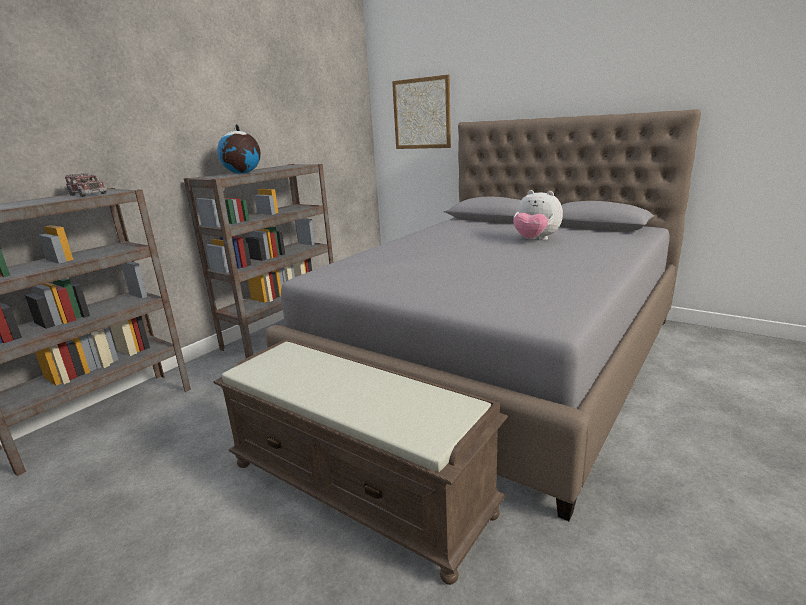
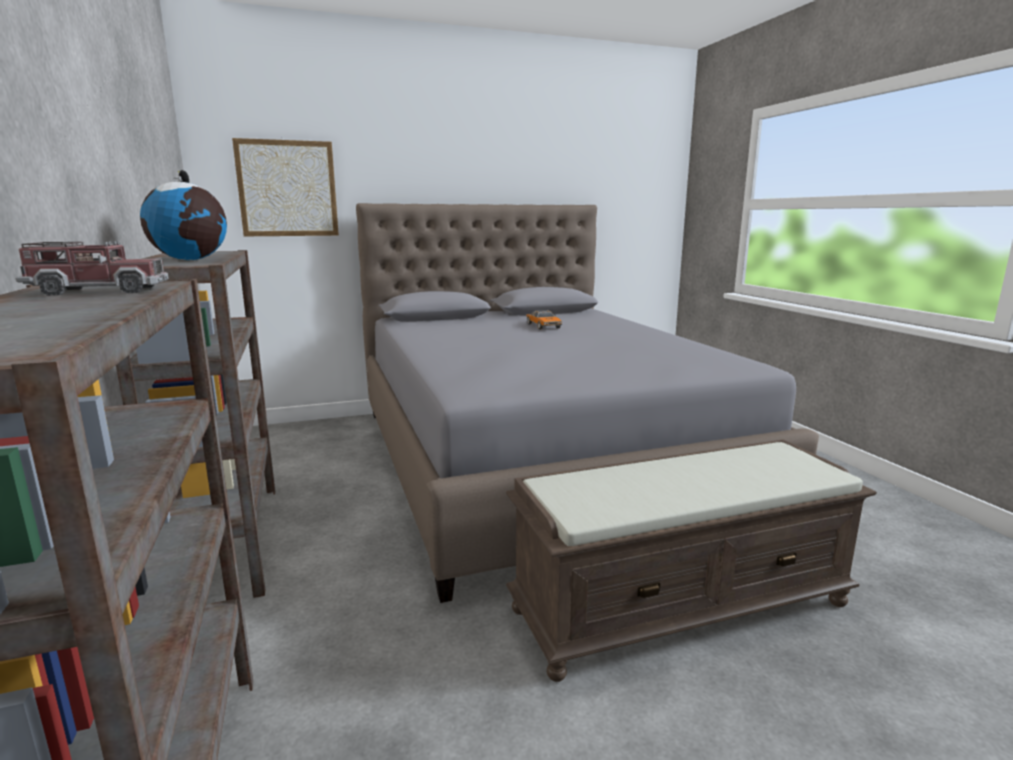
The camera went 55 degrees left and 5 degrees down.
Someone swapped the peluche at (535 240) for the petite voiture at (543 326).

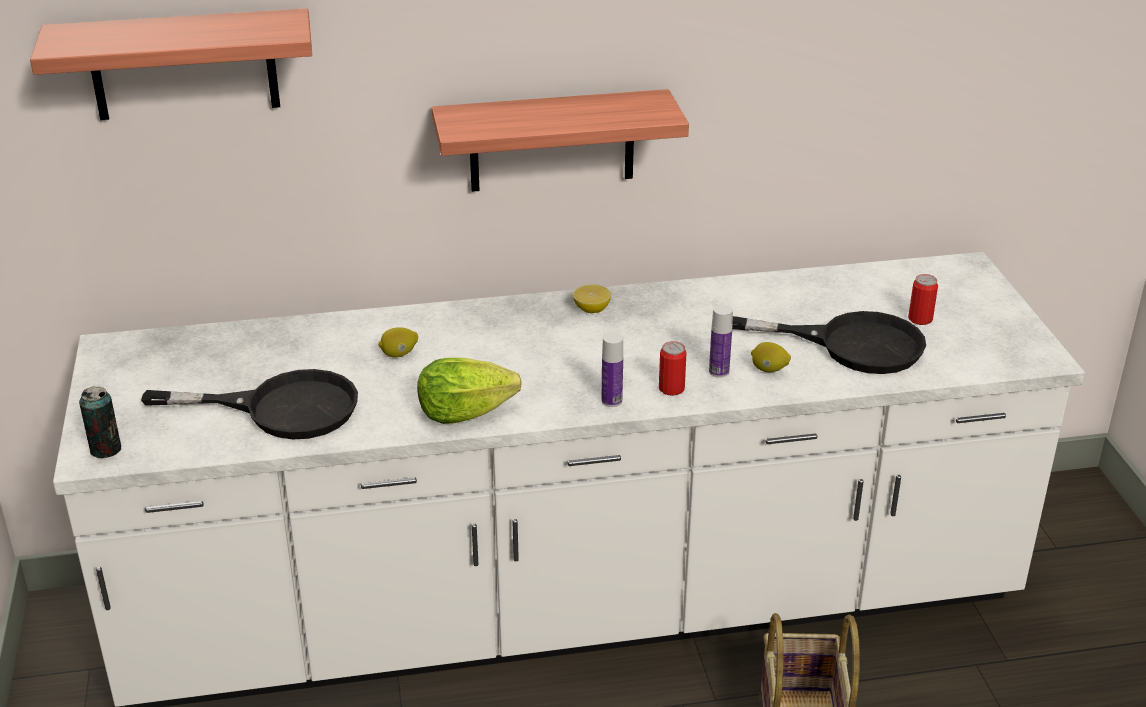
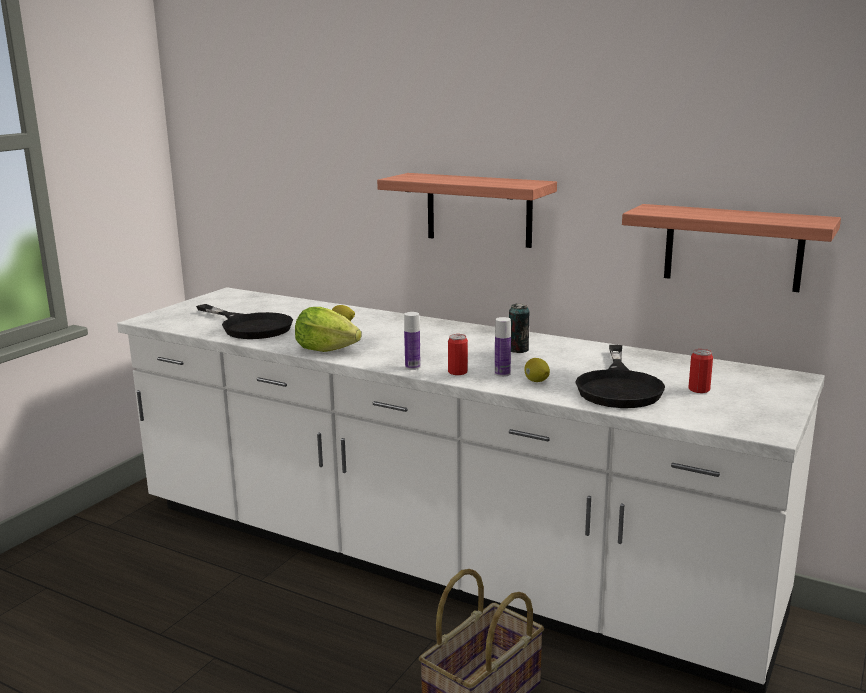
The camera went 40 degrees right and 15 degrees down.
Someone carried the étagère from (184 65) to (733 247).
Someone carried the boîte métallique from (105 449) to (518 350).
Someone took away the citron at (591 309).
Someone rotated the poêle/noir at (850 344) by 45 degrees clockwise.

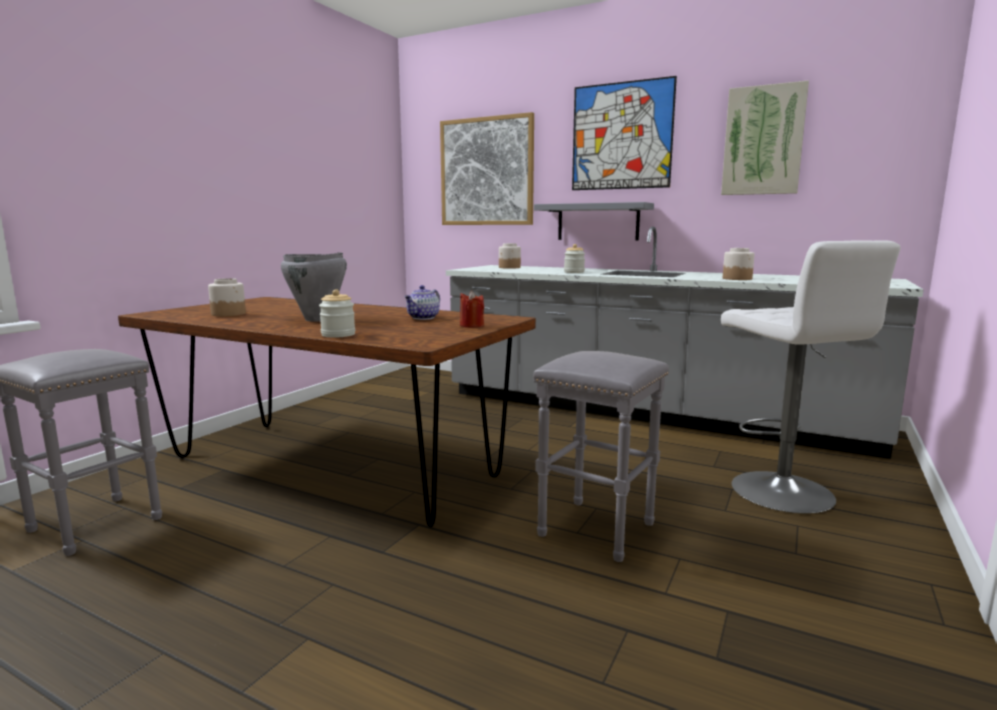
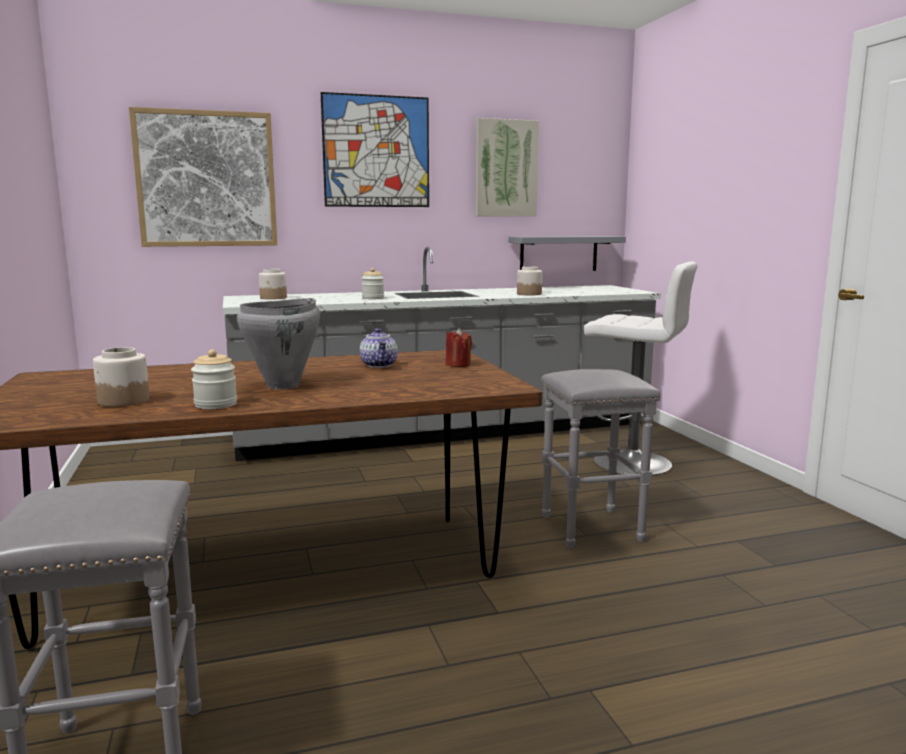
The camera went 45 degrees left and 0 degrees up.
Someone carried the bocal from (338 335) to (216 404).
Someone carried the étagère/gris from (598 222) to (558 253).

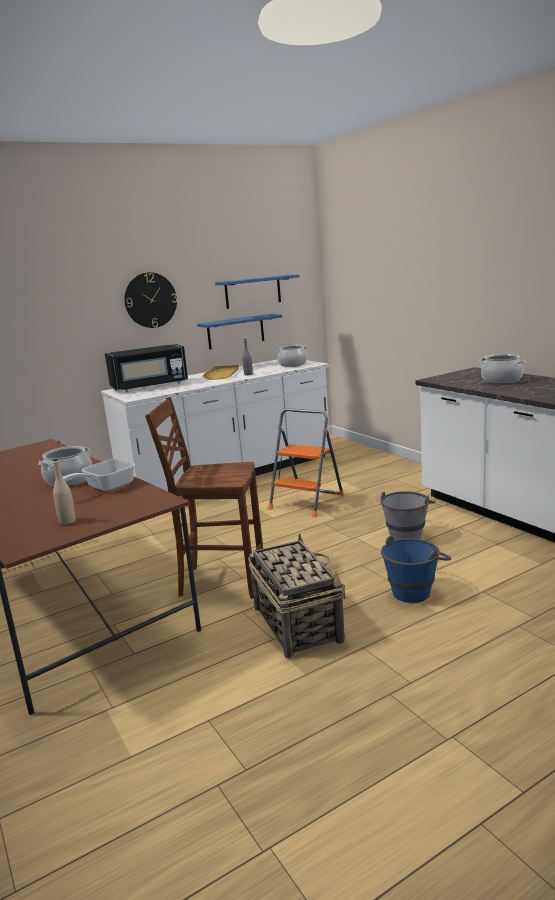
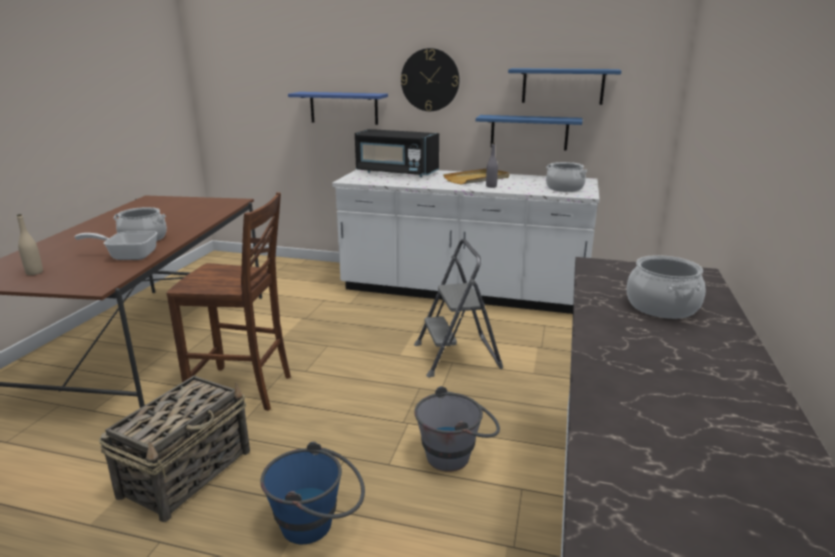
The camera went 45 degrees right and 5 degrees up.
Someone rotated the chaise/marron at (220 581) by 135 degrees clockwise.
Someone repainted the escabeau/orange at (308 501), which became the escabeau/gris at (461 355).
Someone put up the étagère/bleu at (343 108).

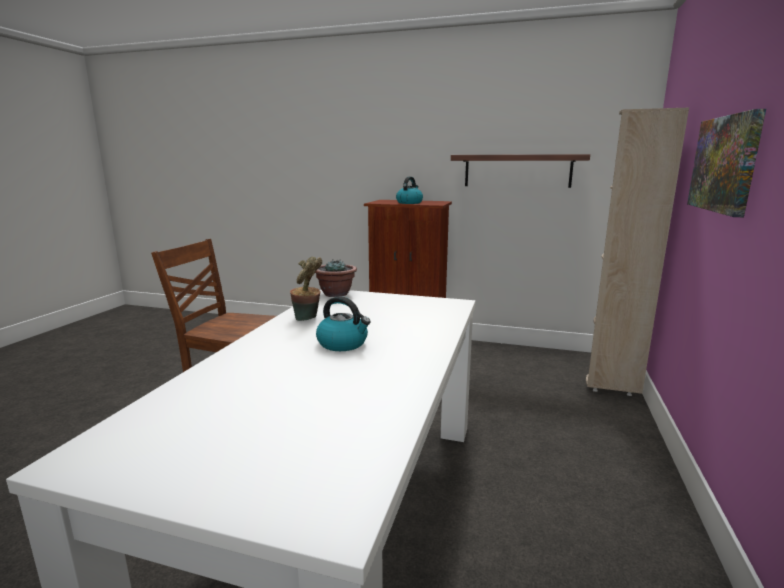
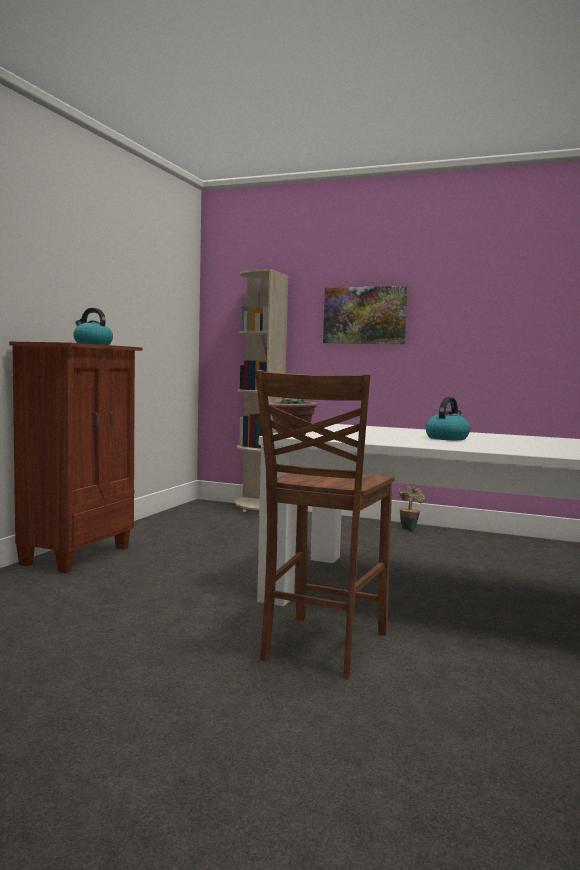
The camera went 85 degrees left and 10 degrees down.
Someone carried the plante en pot from (308 318) to (409 528).
Someone took away the étagère at (517 171).

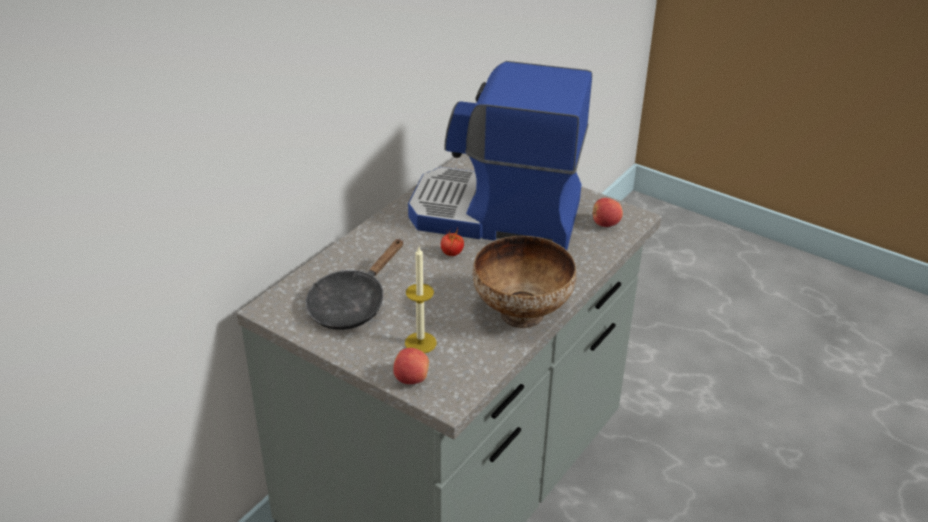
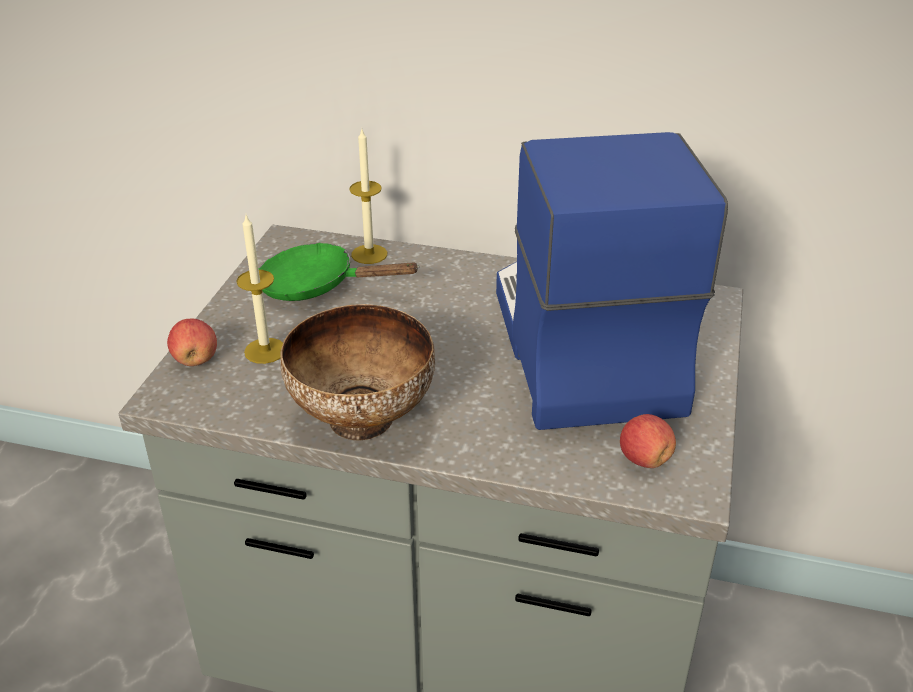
The camera went 70 degrees right and 0 degrees up.
Someone repainted the poêle/noir at (351 304), which became the poêle/vert at (316 286).
Someone took away the tomate at (452 253).
Someone put down the bougie at (369 254).

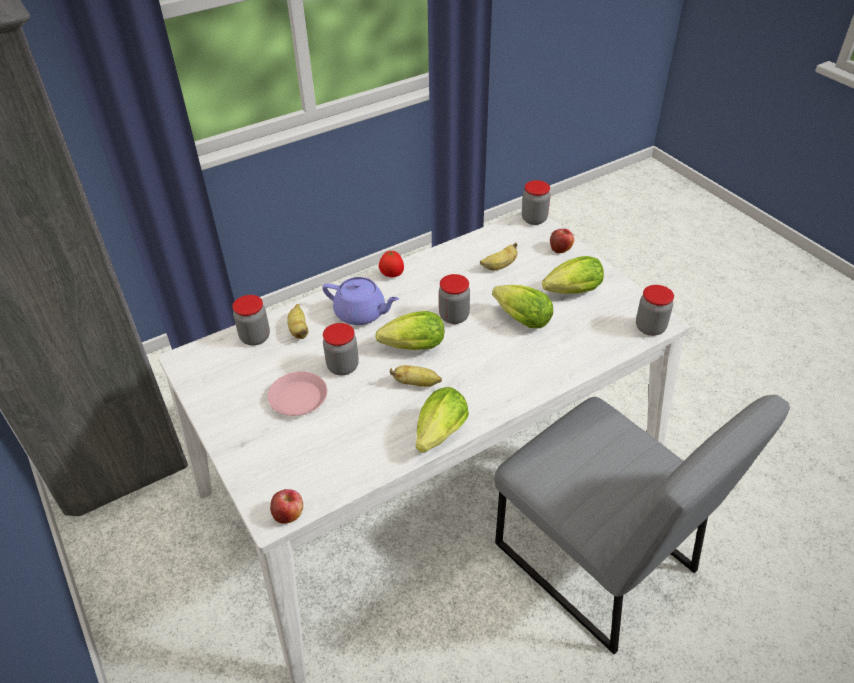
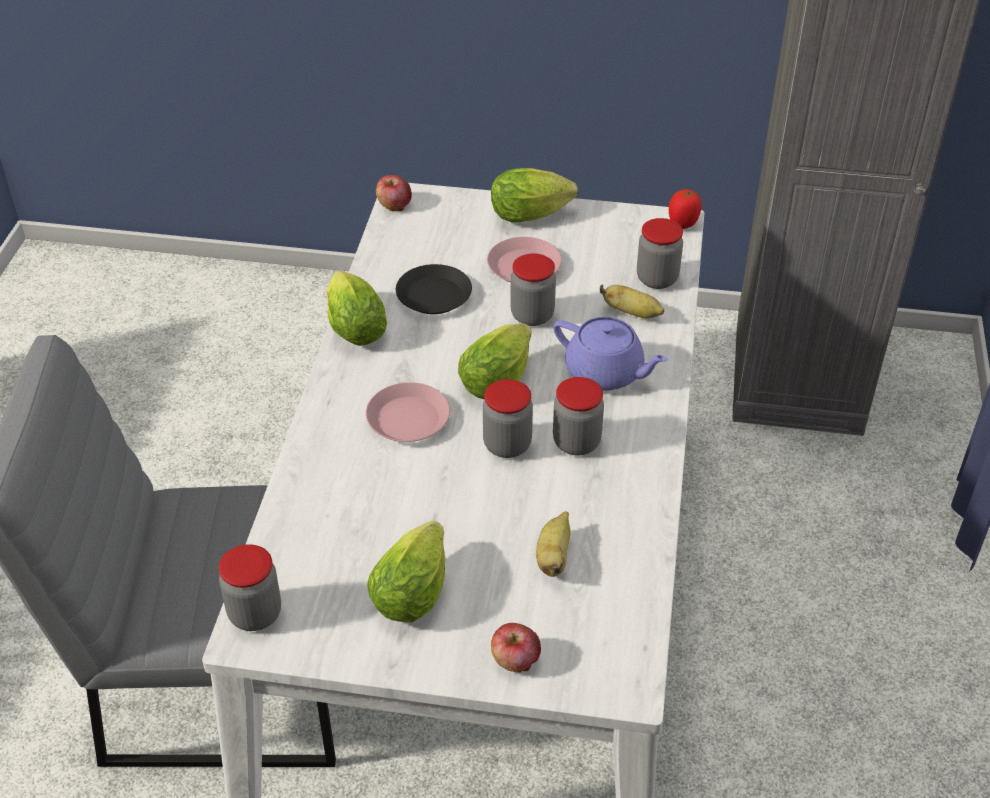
The camera went 130 degrees right and 0 degrees up.
Someone rotated the théière/violet at (361 313) by 120 degrees counterclockwise.
Someone carried the tomate from (392 275) to (683 224).
Someone took away the banane at (417 384).
Someone carried the laitue from (519 318) to (534 215).
Someone carried the bocal from (534 219) to (576 442).
Someone put down the assiette/rose at (408 418).
Someone put down the assiette/noir at (434 295).

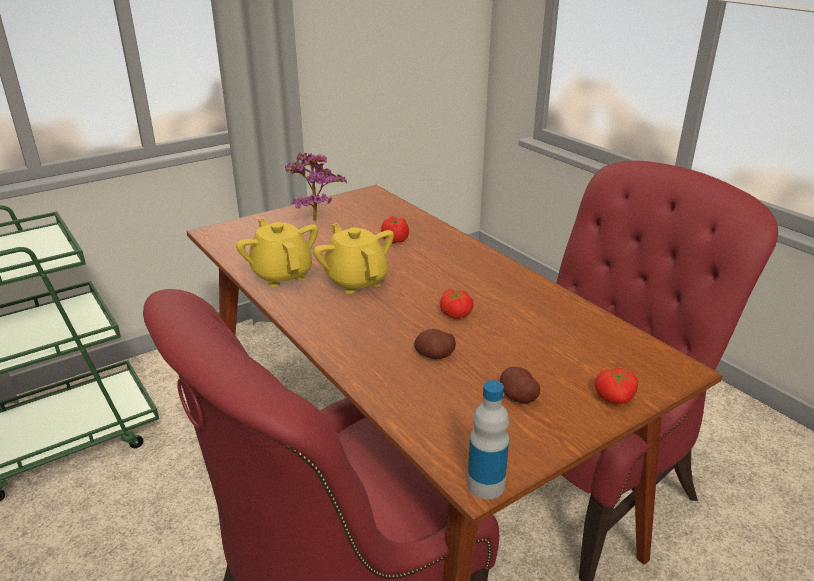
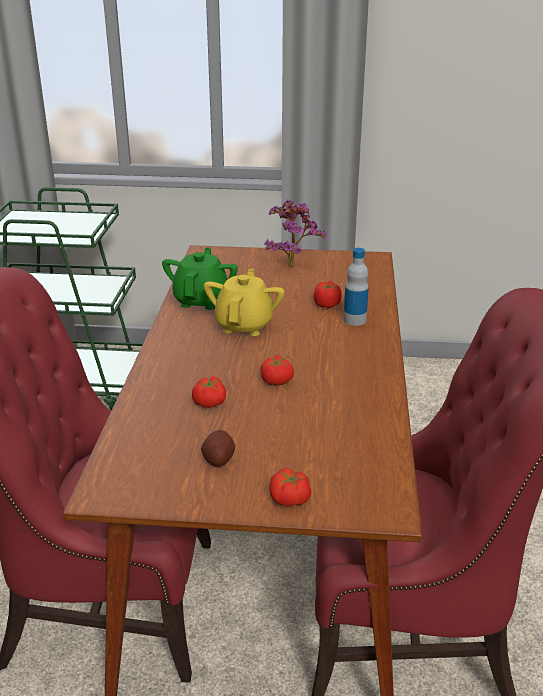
The camera went 40 degrees right and 0 degrees up.
Someone repainted the théière/jaune at (282 274), which became the théière/vert at (201 300).
Someone swapped the pomme de terre at (434 355) for the tomate at (210 402).
Someone carried the bouteille from (485 485) to (354 320).

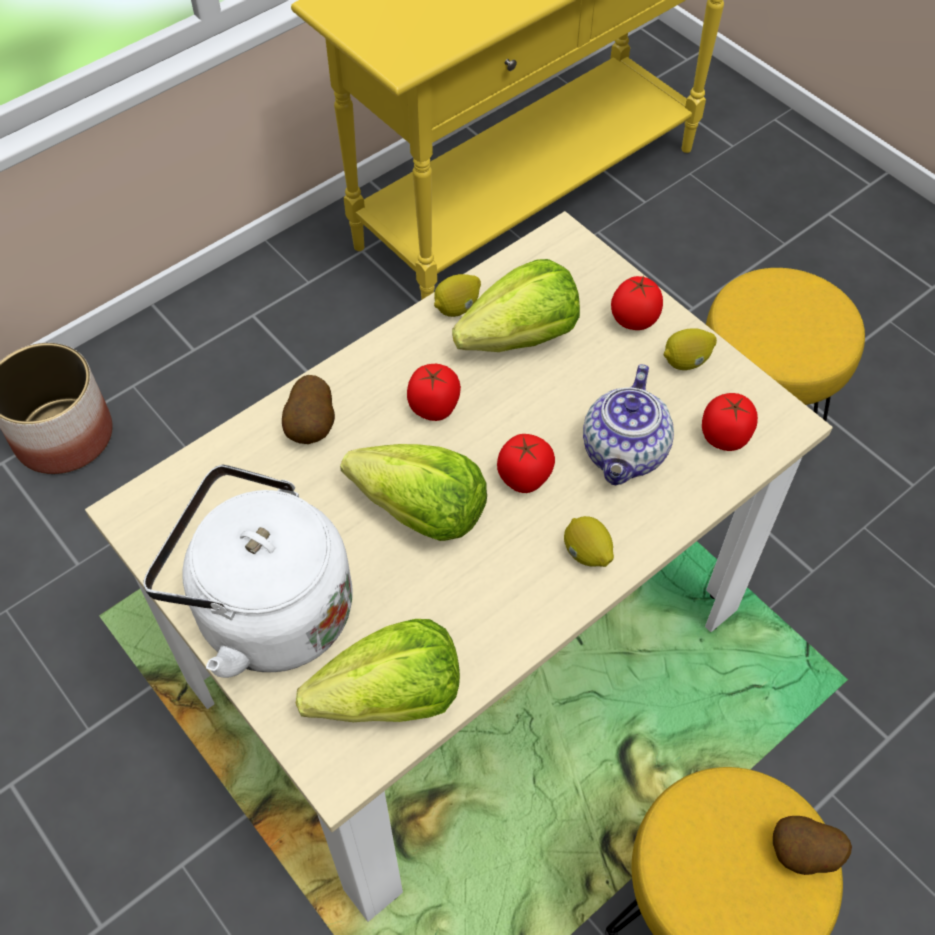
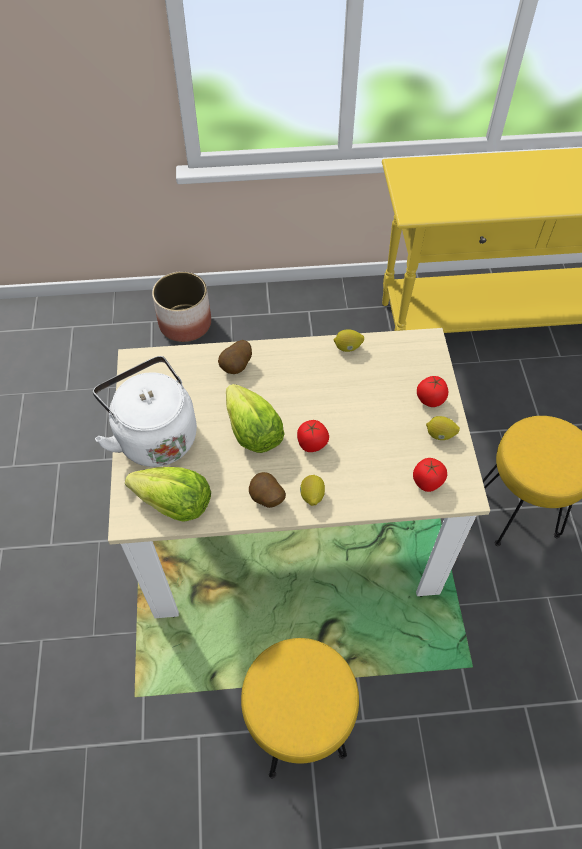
The camera went 35 degrees right and 0 degrees up.
Someone took away the tomate at (434 408).
Someone took away the laitue at (521 338).
Someone took away the théière at (624 454).
Someone carried the pomme de terre from (802 855) to (266 499).

